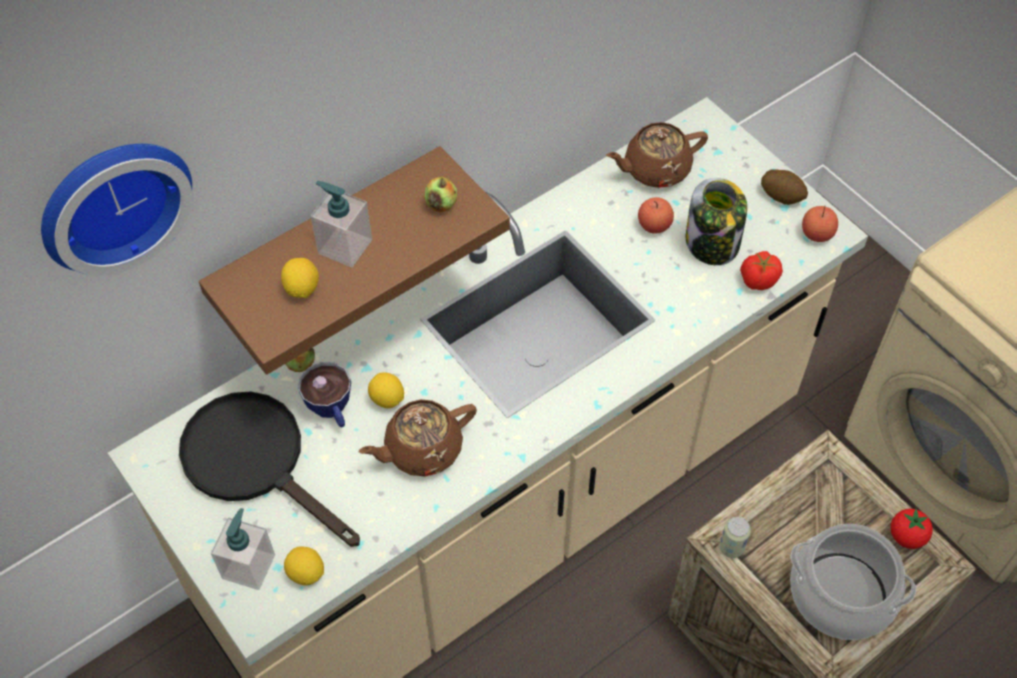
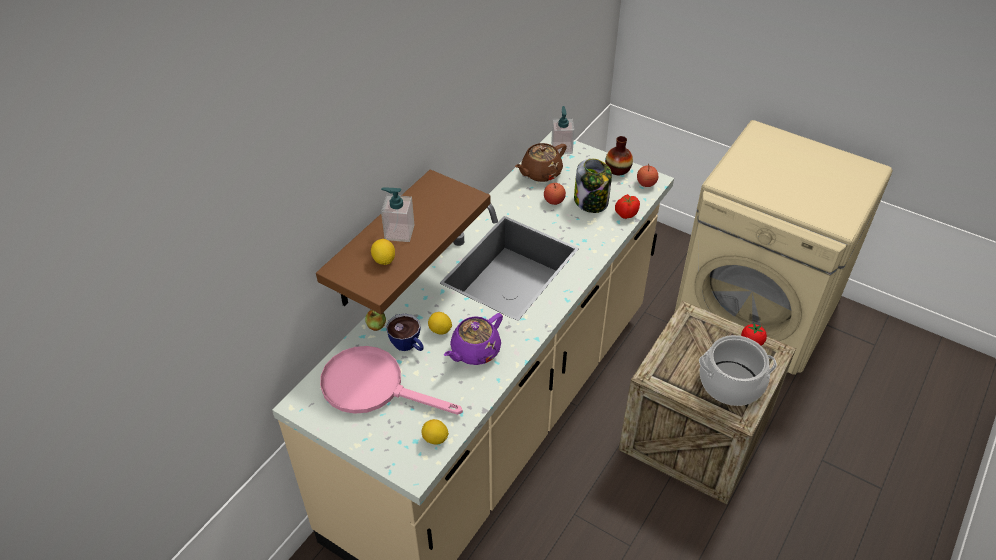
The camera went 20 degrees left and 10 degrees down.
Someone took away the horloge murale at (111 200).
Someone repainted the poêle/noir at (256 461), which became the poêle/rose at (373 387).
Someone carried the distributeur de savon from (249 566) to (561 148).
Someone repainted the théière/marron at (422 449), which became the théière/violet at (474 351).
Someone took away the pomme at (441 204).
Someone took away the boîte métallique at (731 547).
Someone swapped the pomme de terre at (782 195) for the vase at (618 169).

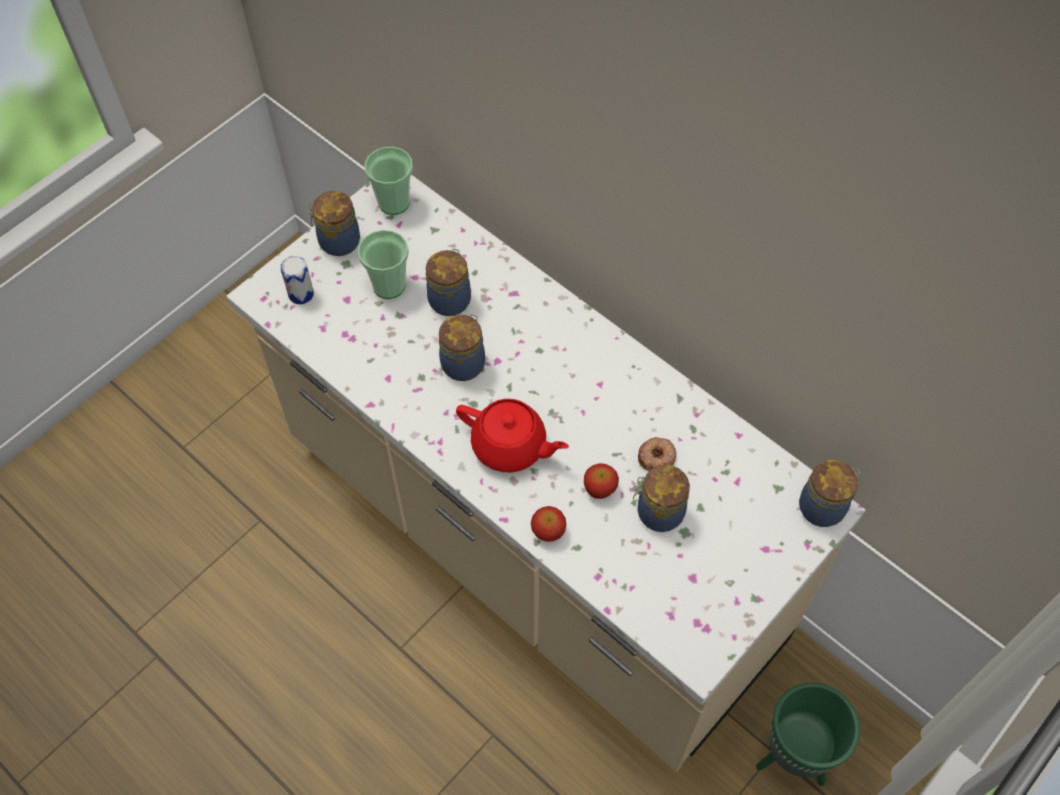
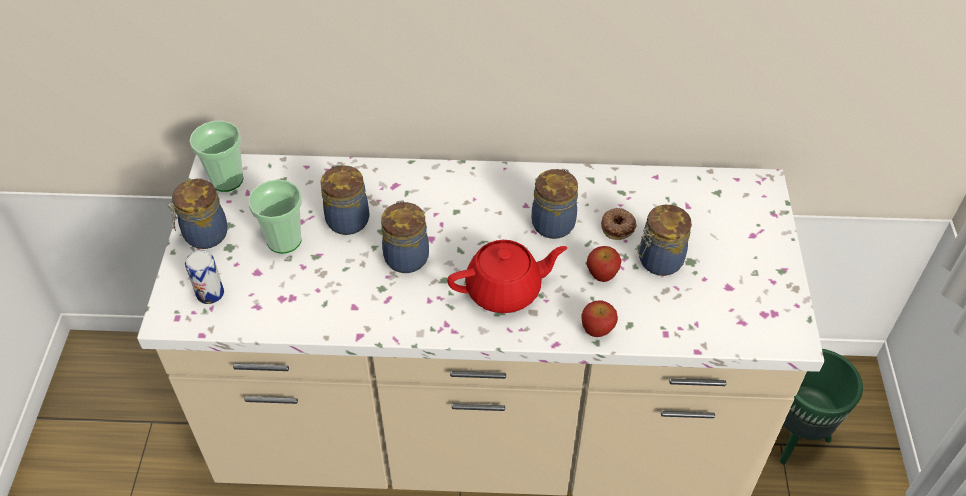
The camera went 40 degrees left and 10 degrees down.
Someone carried the bocal from (823 507) to (554 223).

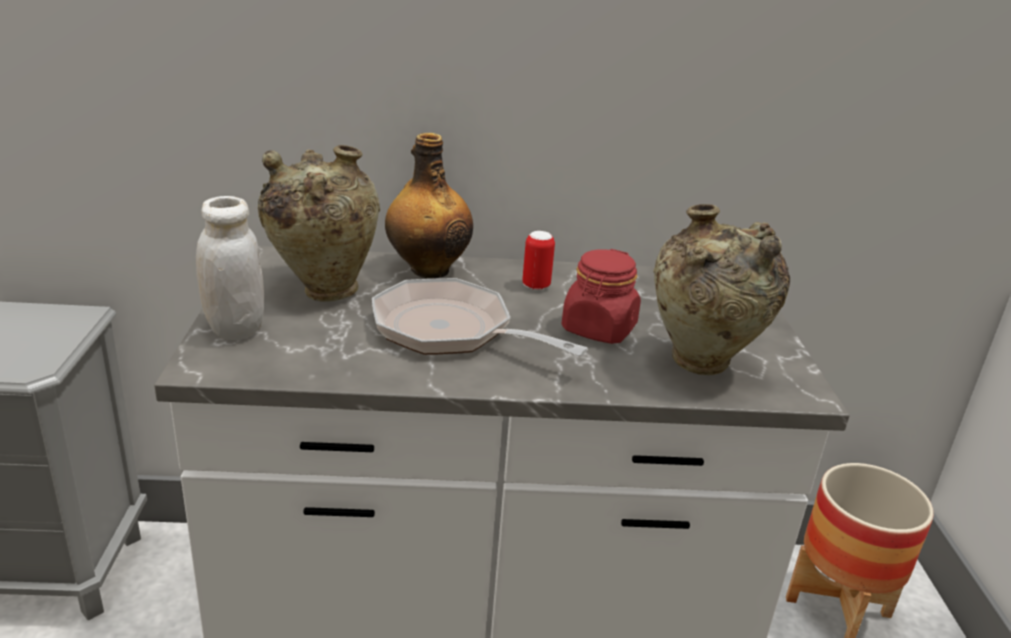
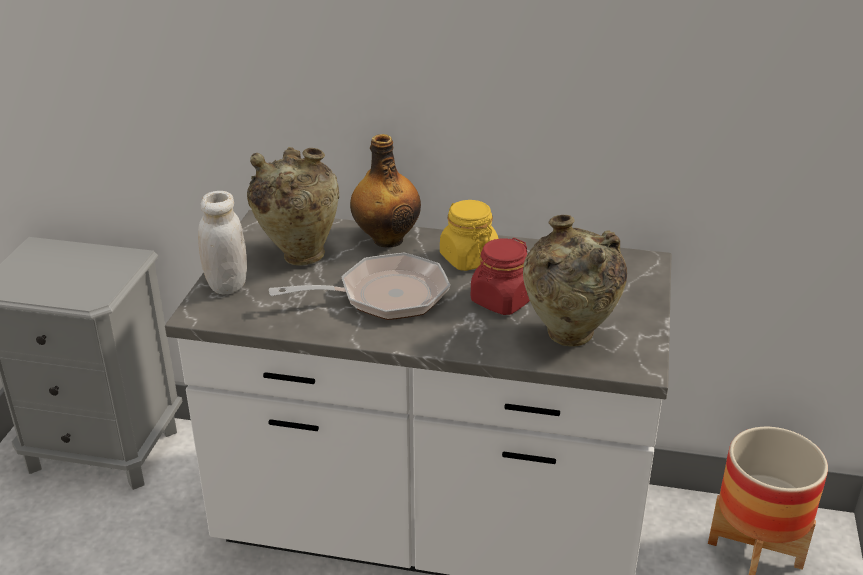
The camera went 15 degrees right and 5 degrees up.
Someone rotated the poêle at (451 331) by 120 degrees clockwise.
Someone swapped the boîte métallique at (536 286) for the bocal/jaune at (468 258).

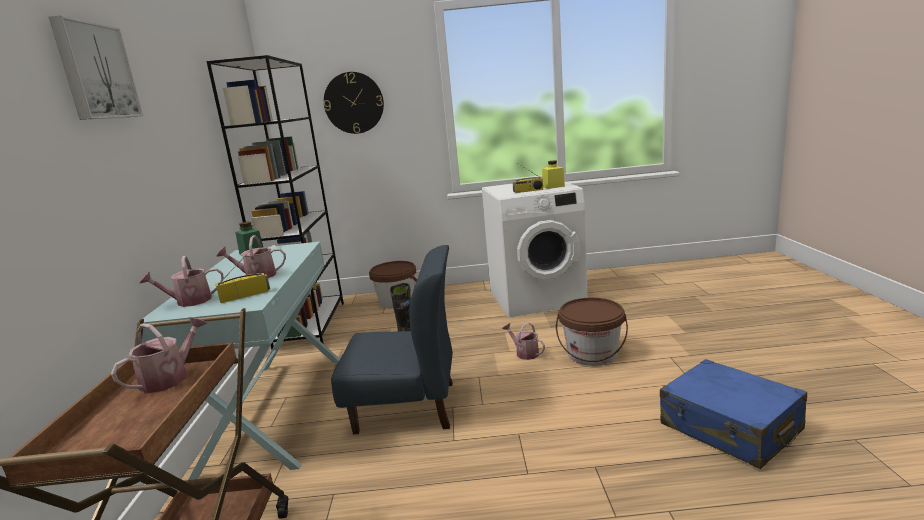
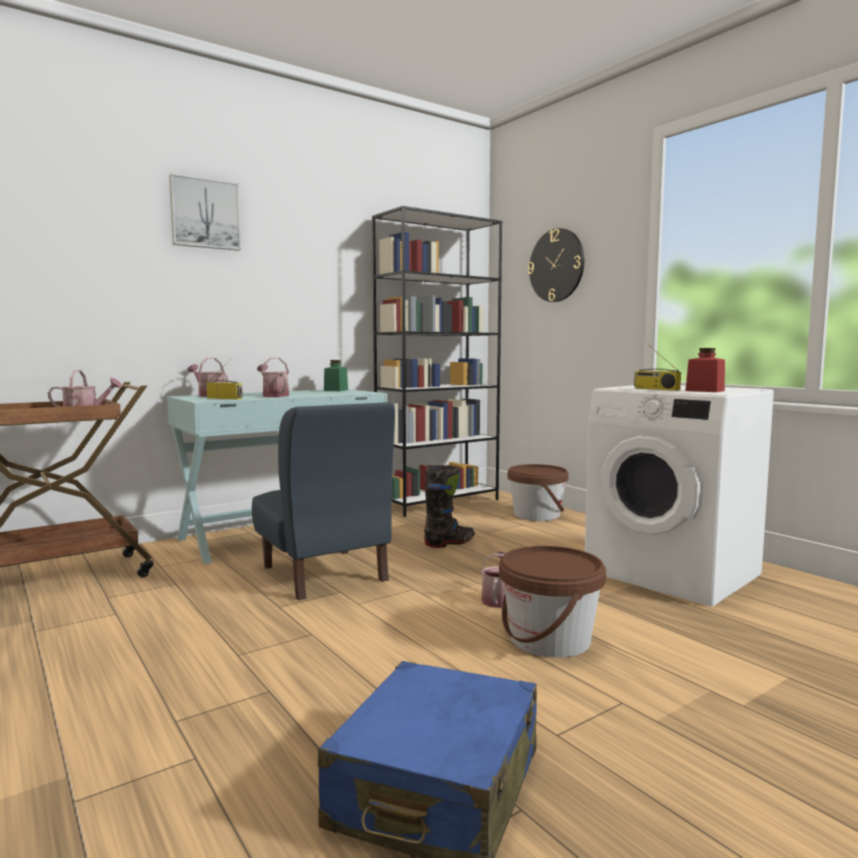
The camera went 55 degrees right and 10 degrees down.
Someone repainted the bocal/jaune at (553 186), which became the bocal/rouge at (705 391).

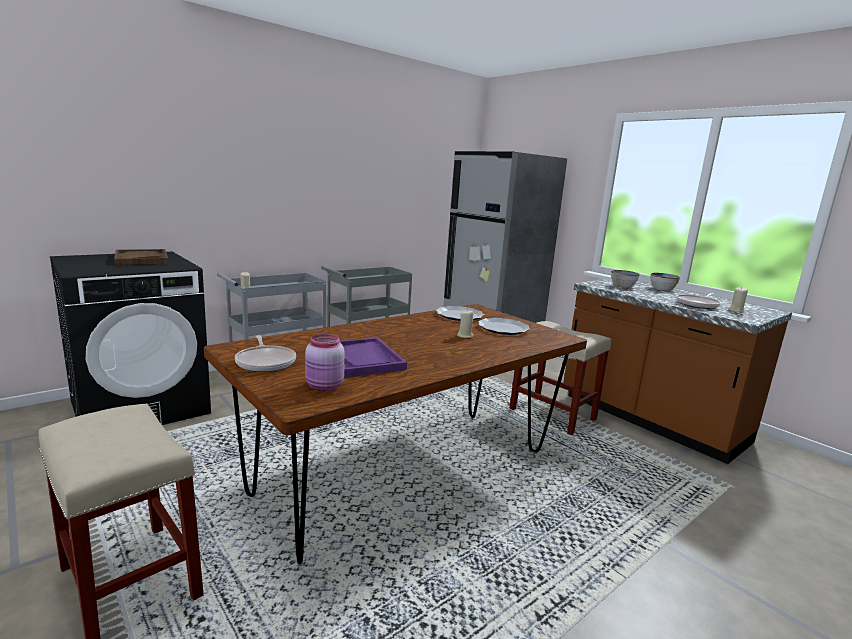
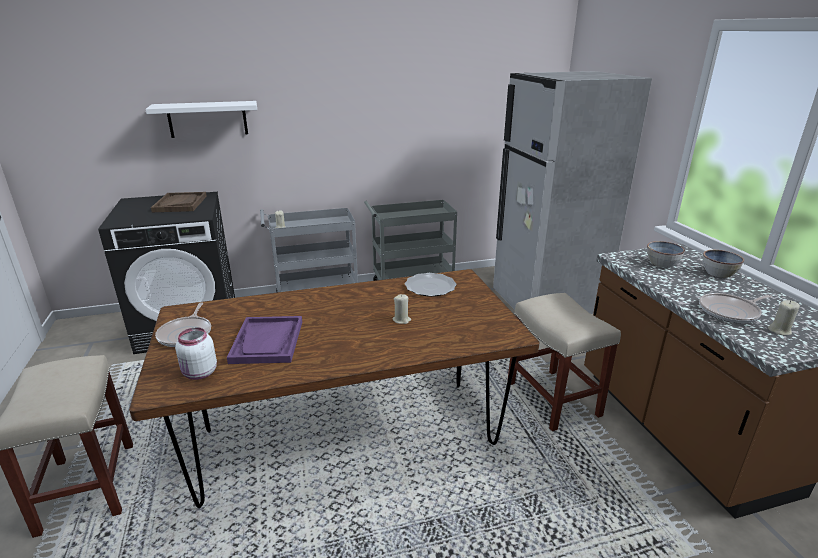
The camera went 25 degrees right and 10 degrees up.
Someone repainted the bocal/rose at (324 387), which became the bocal/blanc at (199 373).
Someone took away the assiette at (503 328).
Someone put up the étagère/blanc at (207 119).

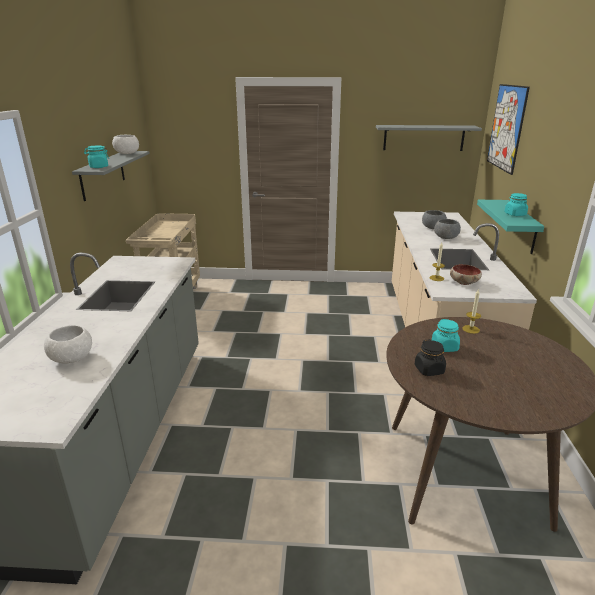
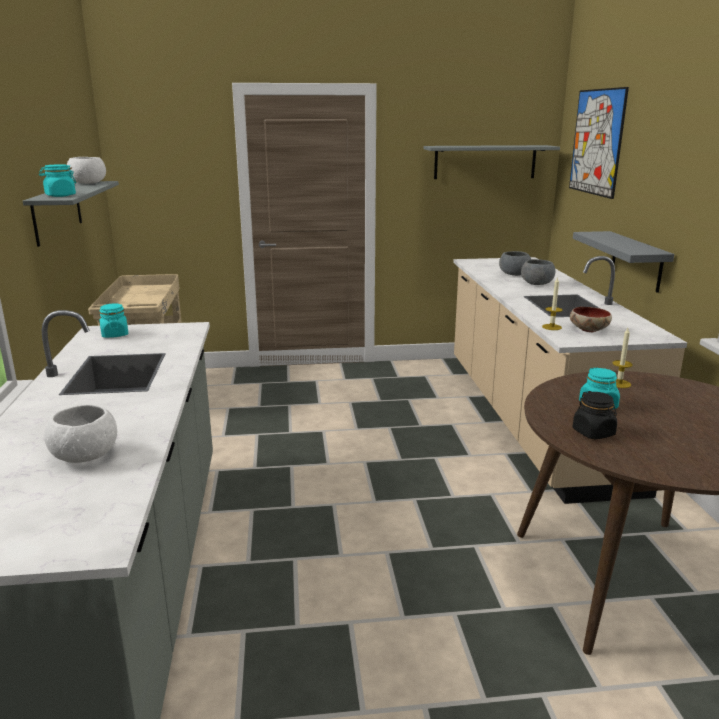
The camera went 10 degrees left and 5 degrees down.
Someone repainted the étagère/turquoise at (521 226), which became the étagère/gris at (636 261).
Someone carried the bocal/turquoise from (515 214) to (115 334).

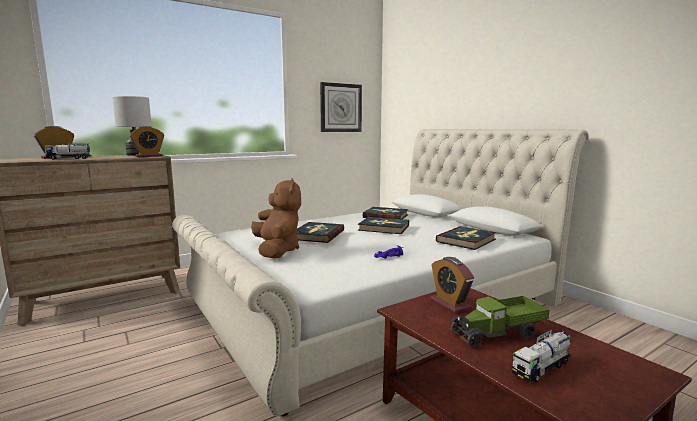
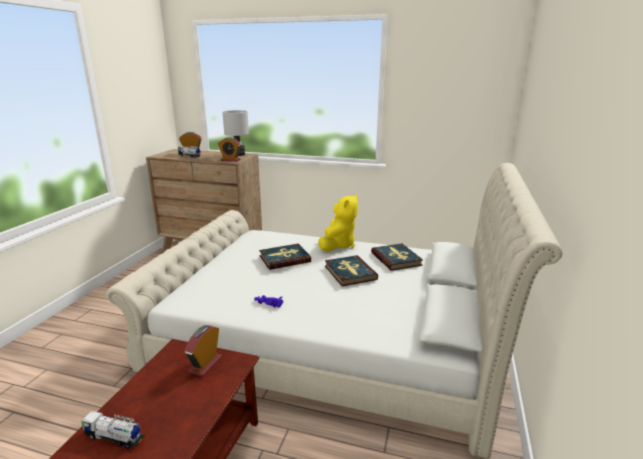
The camera went 50 degrees right and 10 degrees up.
Someone took away the peluche/marron at (277 251).
Someone took away the horloge murale at (340 108).
Someone took away the livre at (466 240).
Someone took away the camion jouet at (498 334).
Someone put down the peluche/jaune at (338 245).

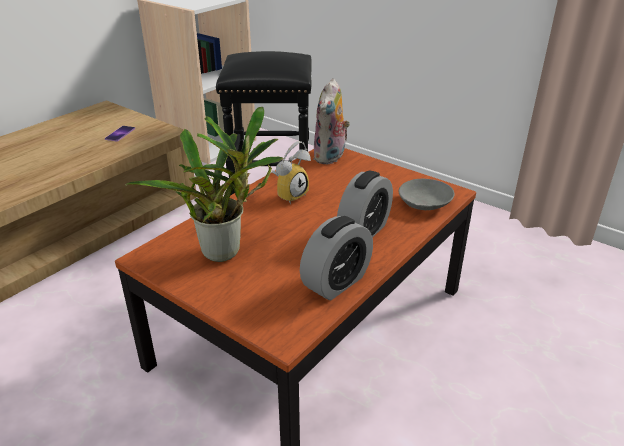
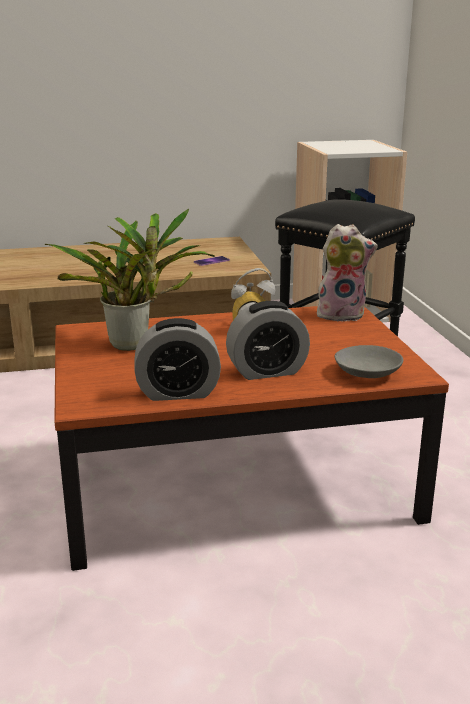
The camera went 40 degrees right and 10 degrees down.
Someone rotated the peluche at (331 157) by 150 degrees counterclockwise.

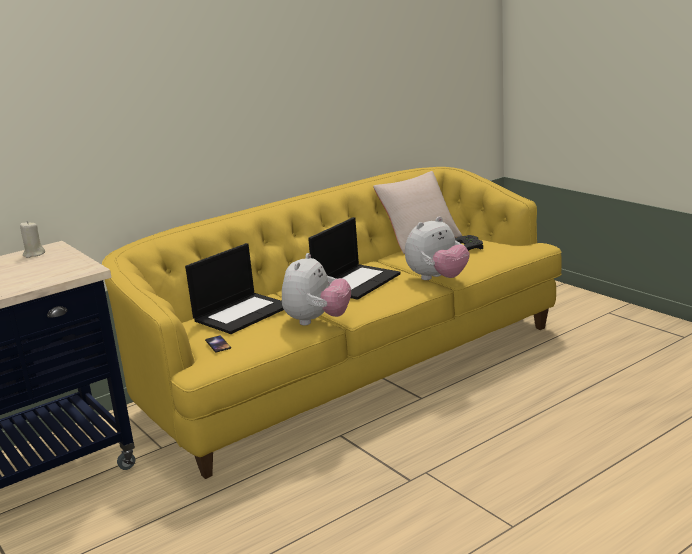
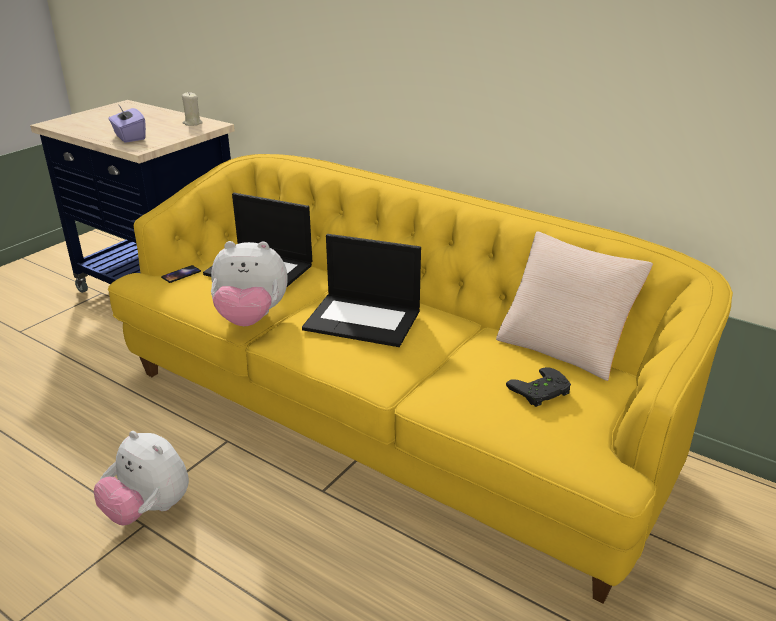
The camera went 70 degrees right and 10 degrees up.
Someone carried the peluche from (437 279) to (148 510).
Someone put down the boîte à mouchoirs/violet at (129 137).

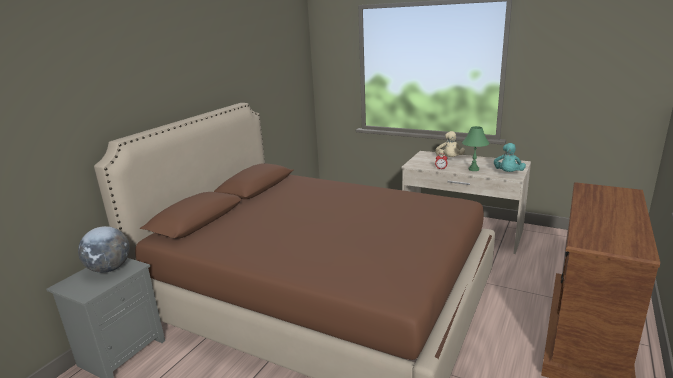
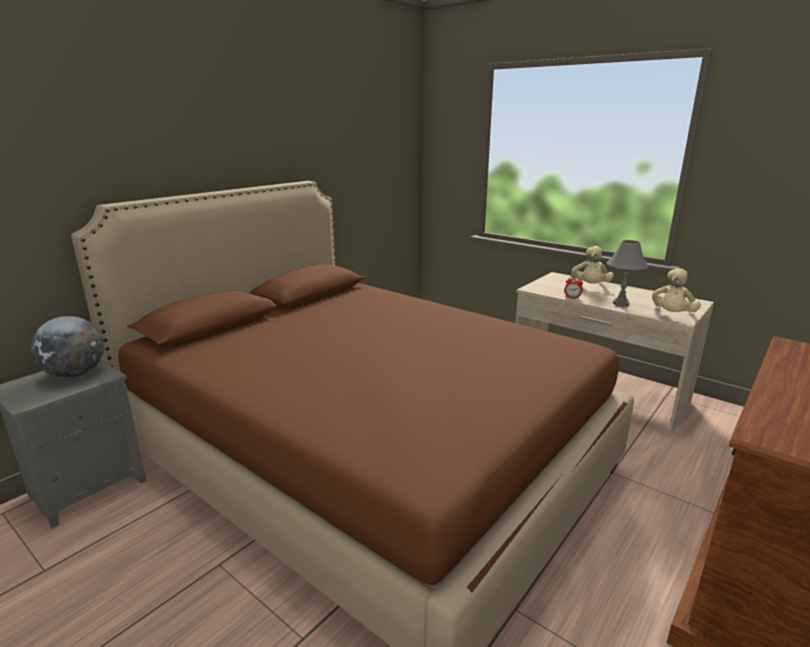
The camera went 10 degrees right and 0 degrees up.
Someone repainted the lampe de table/vert at (474 169), which became the lampe de table/gris at (621 304).
Someone repainted the peluche/turquoise at (508 174), which became the peluche/beige at (672 315).

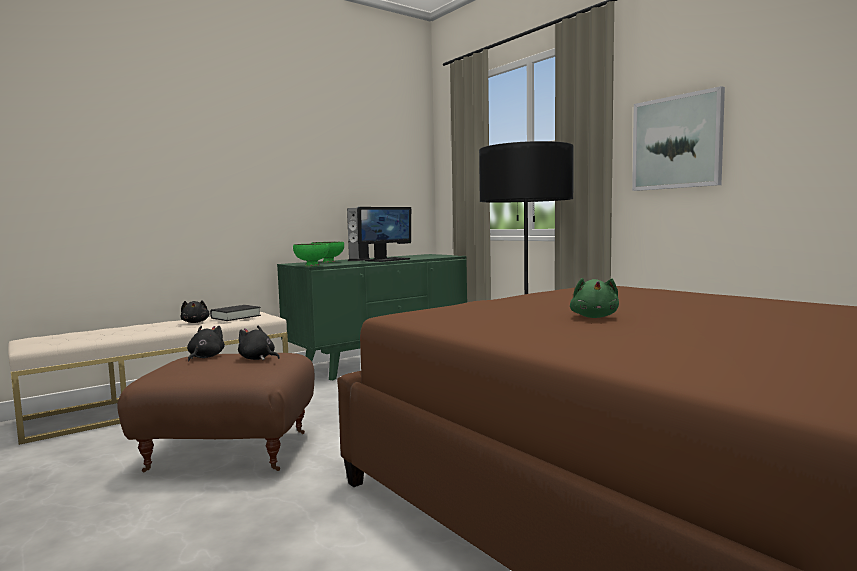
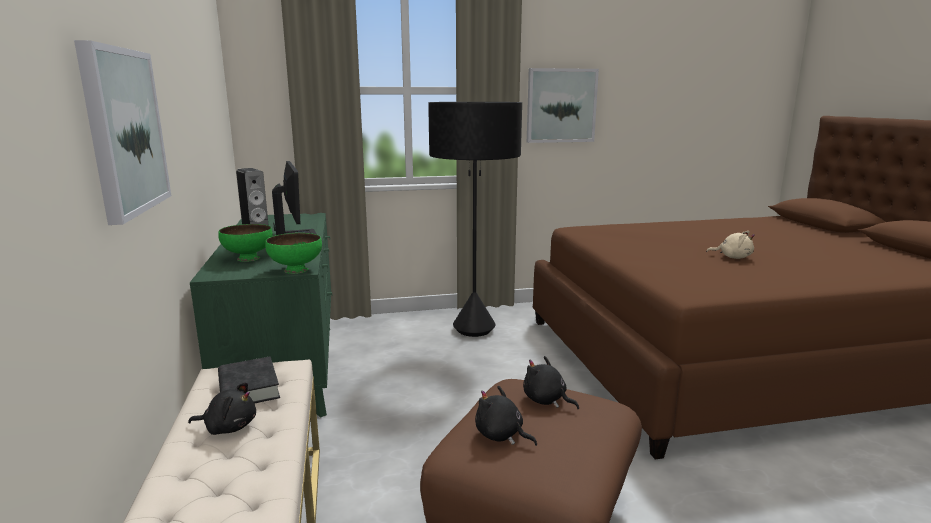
The camera went 65 degrees left and 10 degrees up.
Someone rotated the peluche/noir at (258 359) by 75 degrees clockwise.
Someone repainted the peluche/vert at (594 317), which became the peluche/beige at (732 257).
Someone put up the tableau at (124 131).

